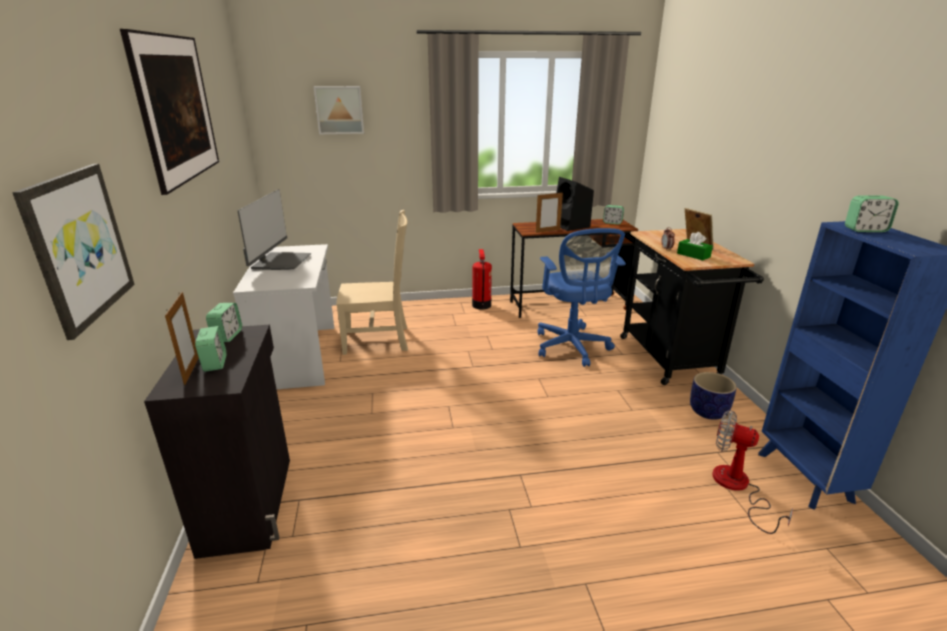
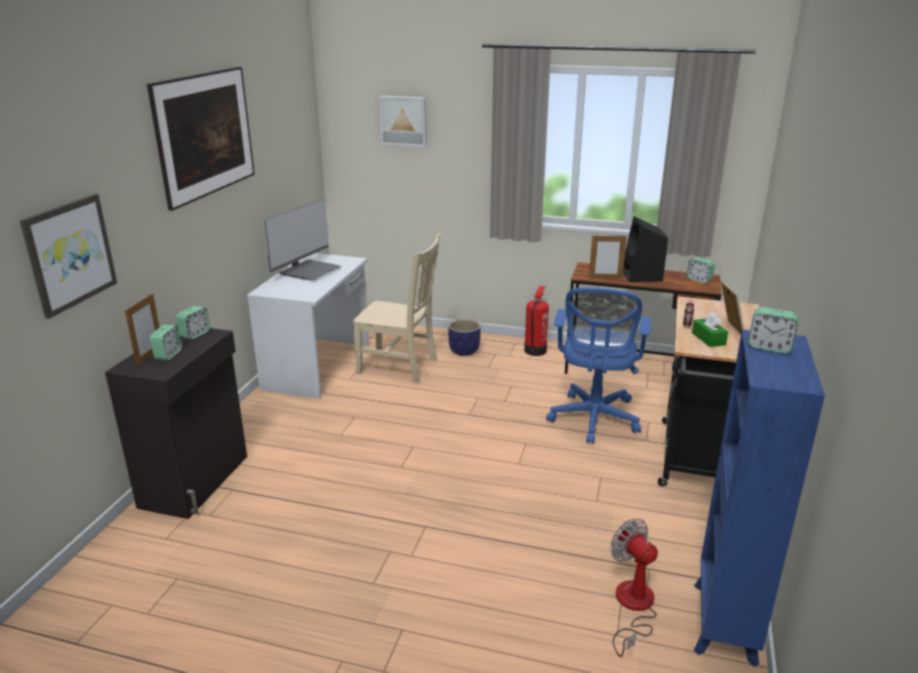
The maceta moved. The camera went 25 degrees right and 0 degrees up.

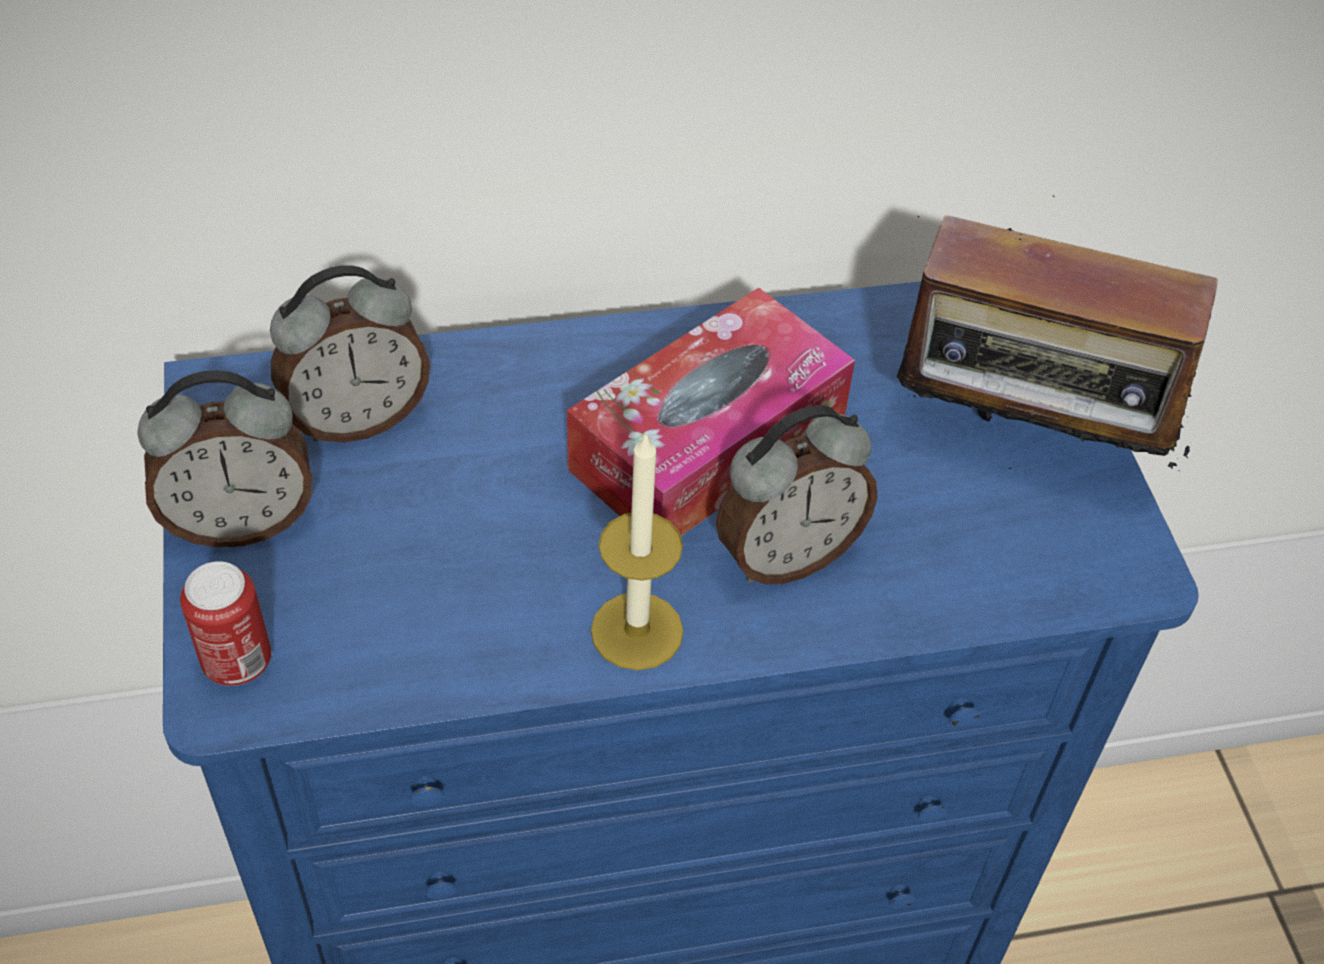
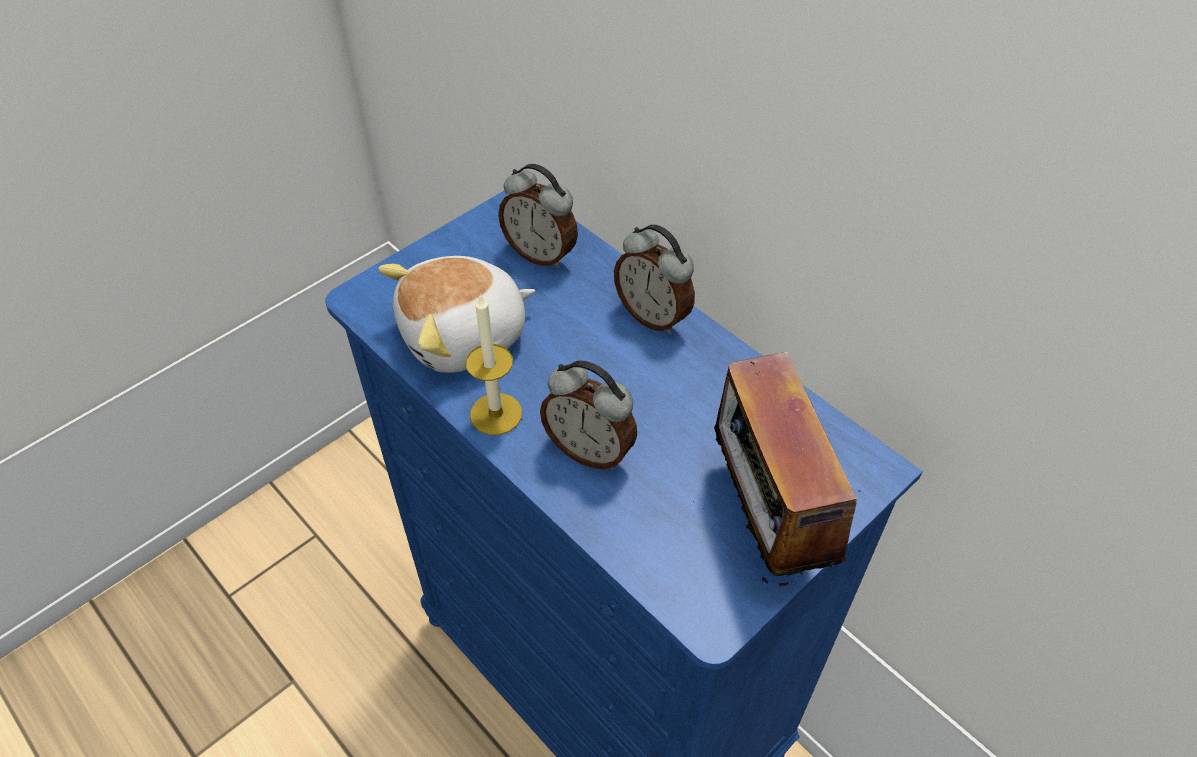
The peluche appeared. The despertador (no. 1 from left in the first image) moved. The lata disappeared. The caja de pañuelos disappeared. The camera went 60 degrees right and 0 degrees up.

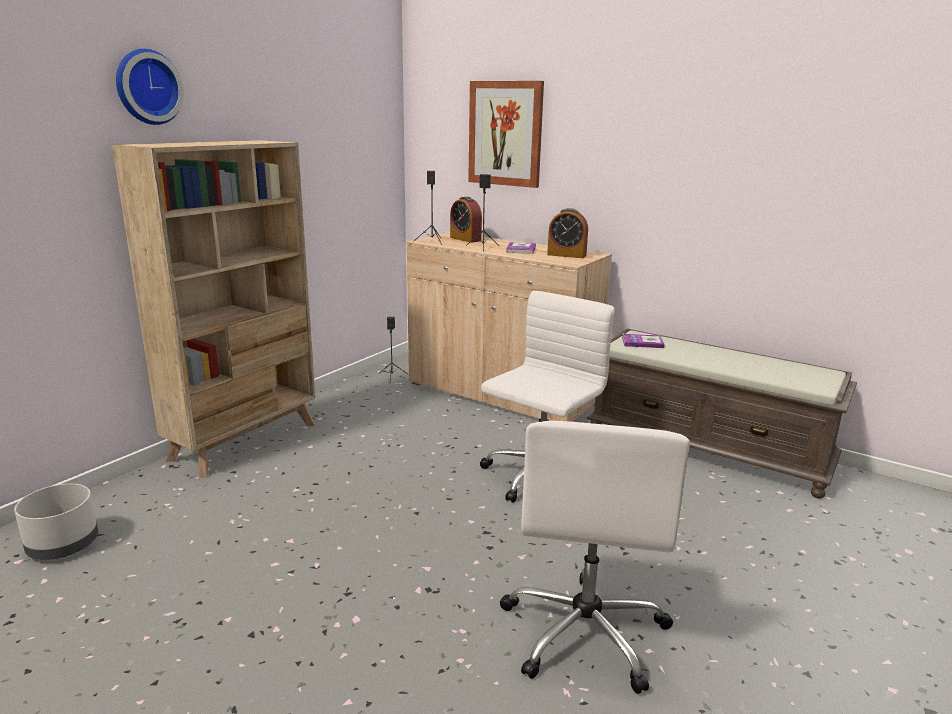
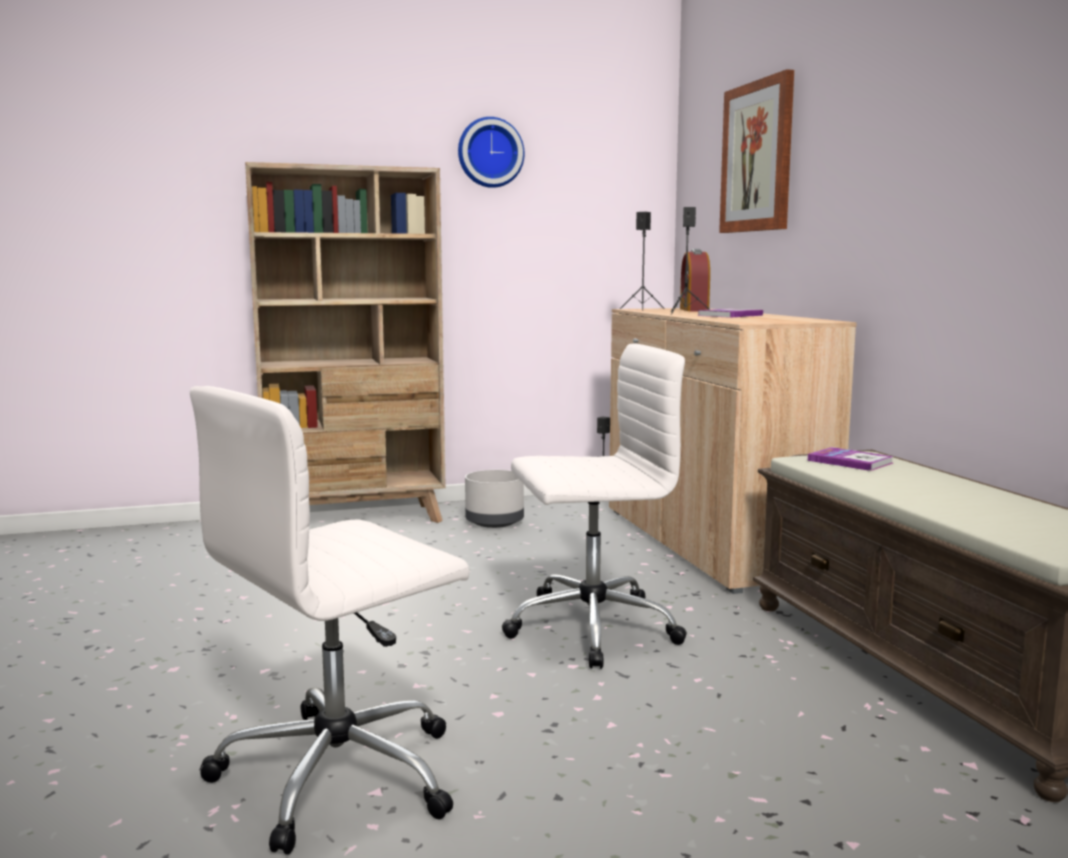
The reloj de pared moved. The maceta (gris) moved. The despertador (no. 2 from left) disappeared. The camera went 40 degrees right and 10 degrees down.

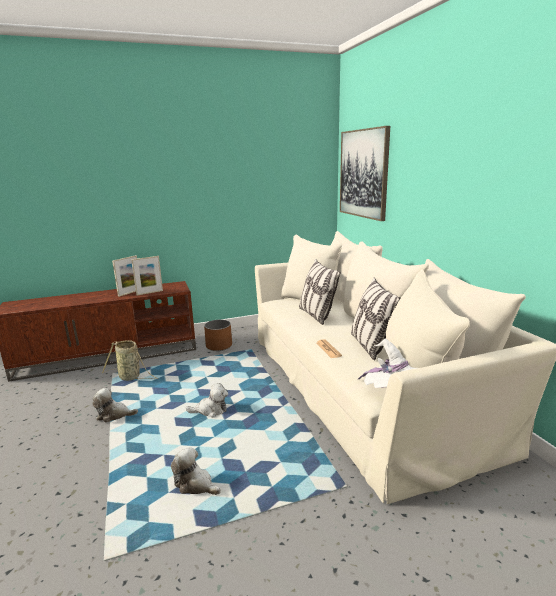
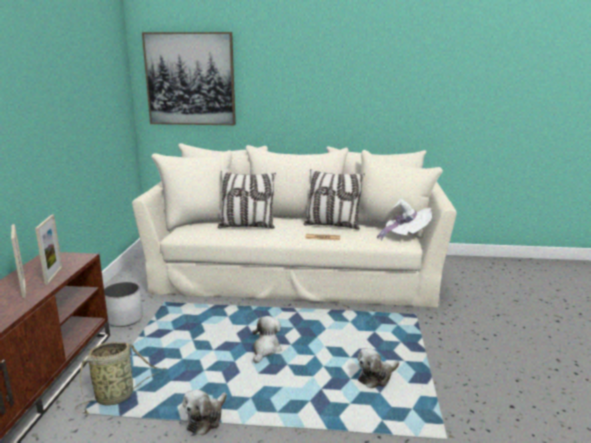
The maceta (marrón) became the maceta (blanco). The camera went 65 degrees left and 0 degrees up.

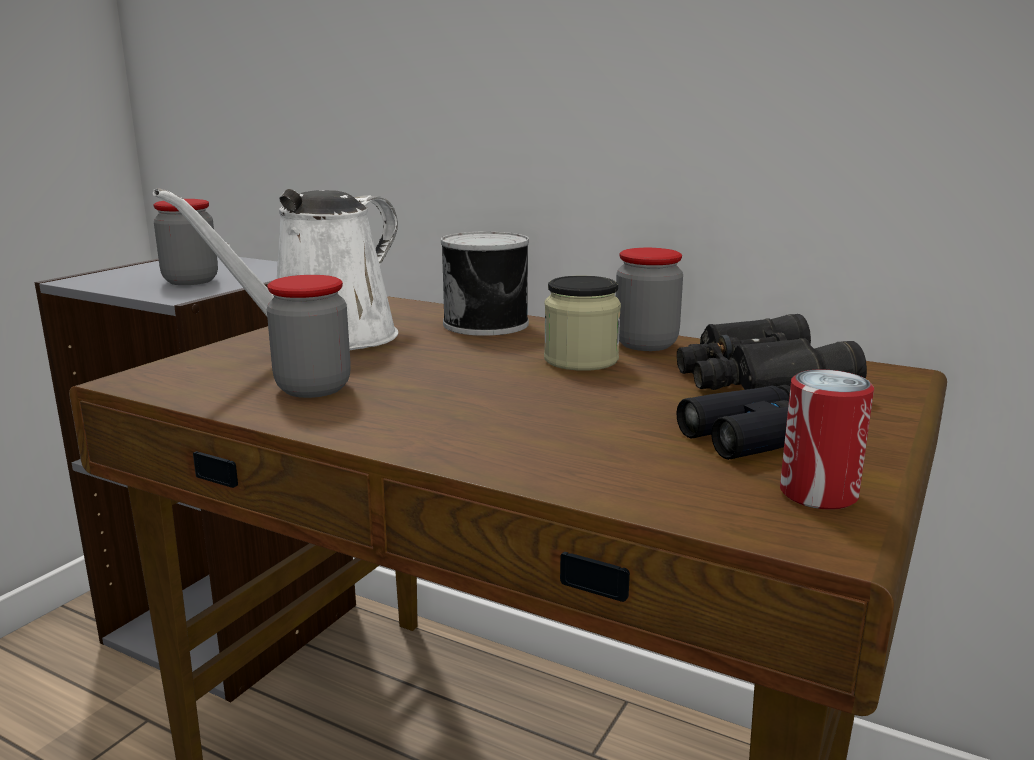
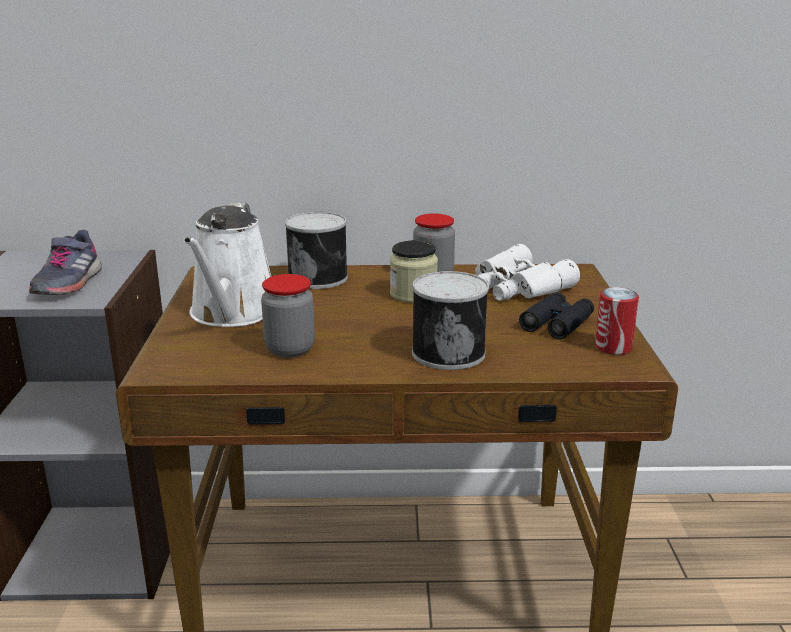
The tarro (no. 1 from left) was replaced by the zapato (gris). The lata (no. 2 from left) appeared. The prismáticos (negro) (no. 2 from left) became the prismáticos (blanco). The camera went 30 degrees left and 5 degrees up.

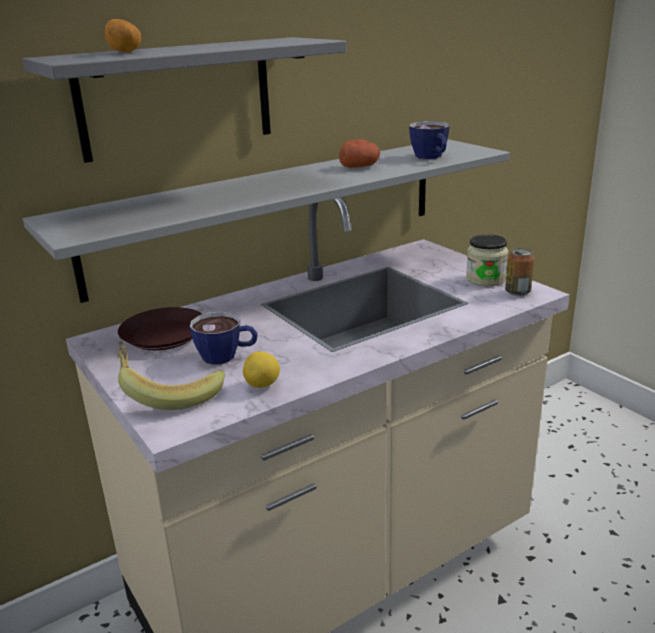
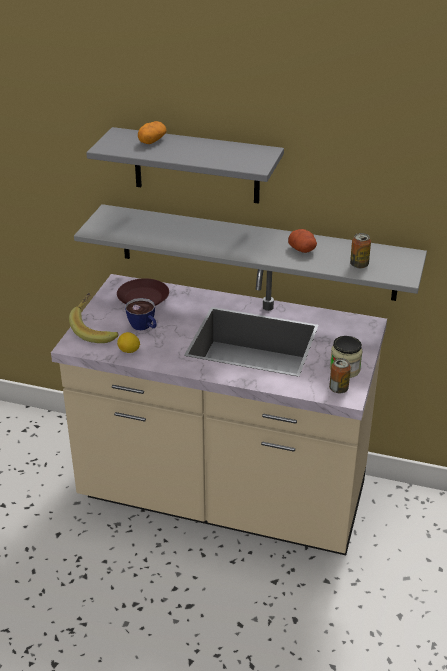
The taza (no. 2 from left) was replaced by the lata (no. 2 from left). The camera went 50 degrees right and 10 degrees up.

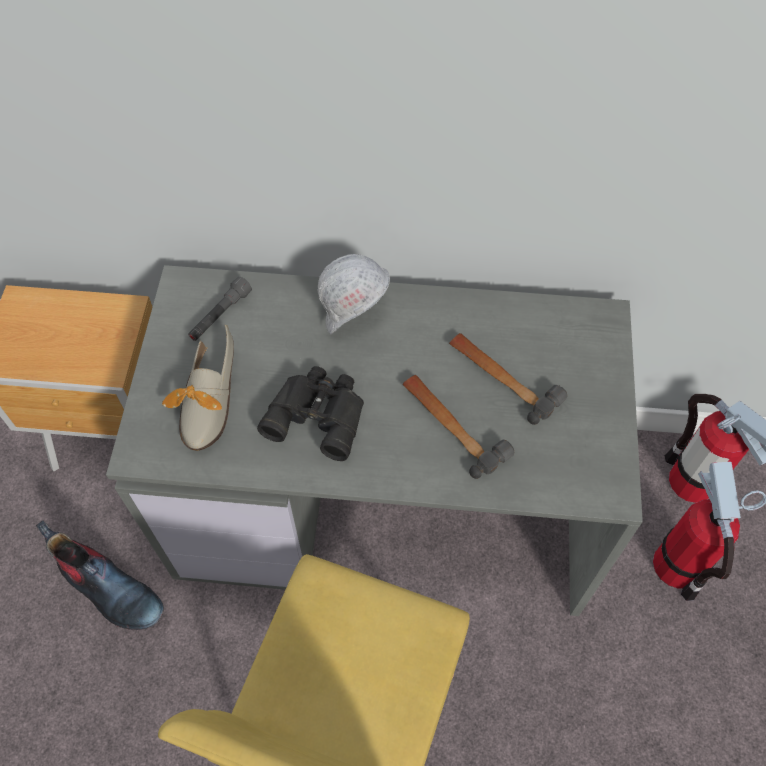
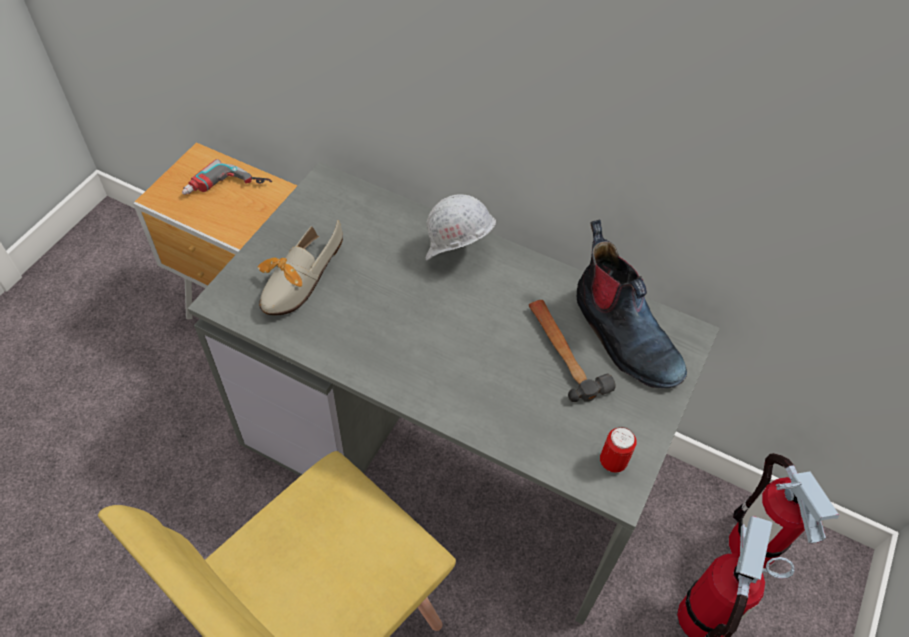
The taladro appeared. The bota moved. The lata appeared. The linterna (gris) disappeared. The prismáticos (negro) disappeared. The martillo (no. 1 from left) disappeared. The camera went 20 degrees right and 5 degrees down.

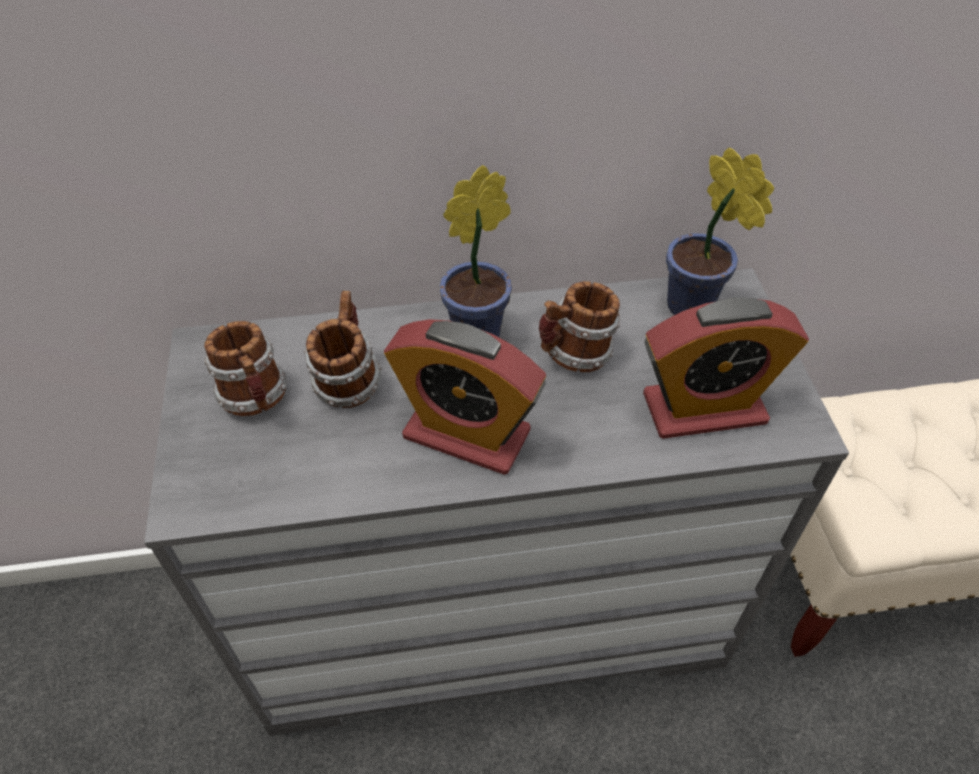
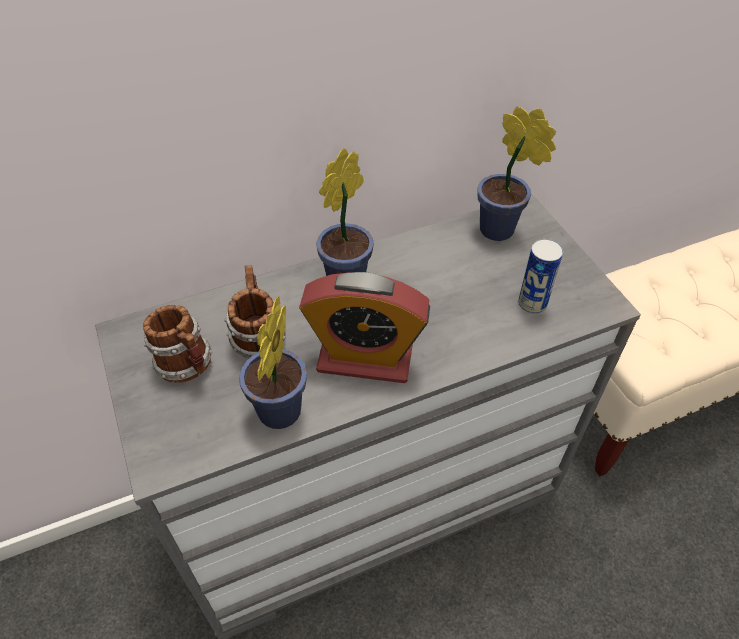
The planta en maceta (no. 1 from left) appeared. The despertador (no. 2 from left) was replaced by the lata. The taza grande (no. 3 from left) disappeared. The camera went 15 degrees left and 0 degrees up.

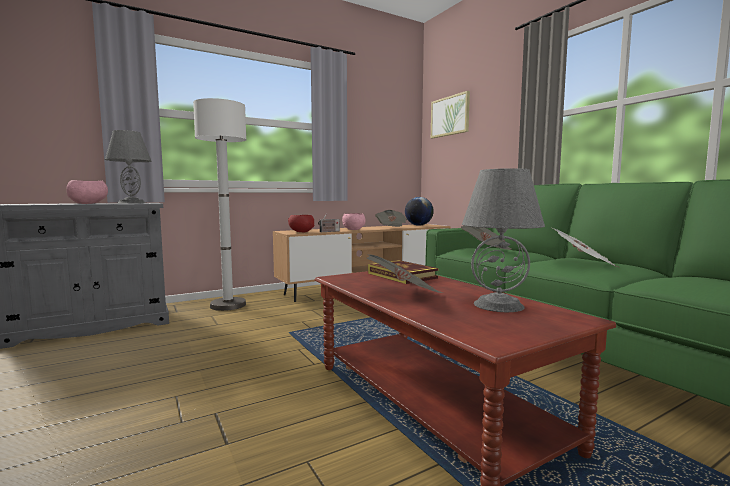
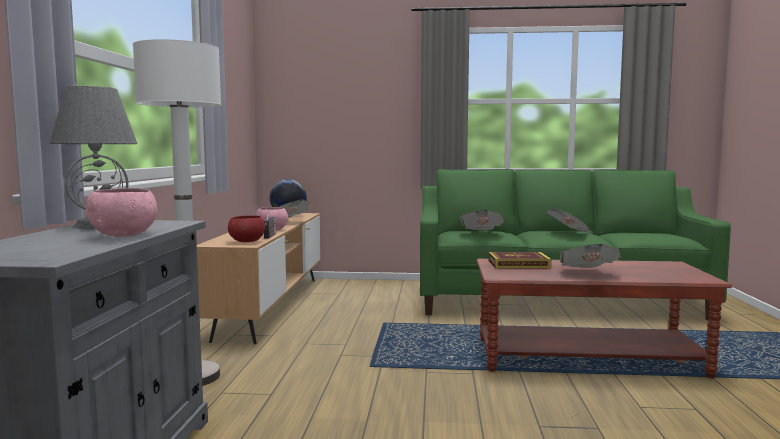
The cuadro disappeared. The lámpara de mesa (gris) (no. 2 from left) disappeared. The camera went 55 degrees left and 0 degrees up.

